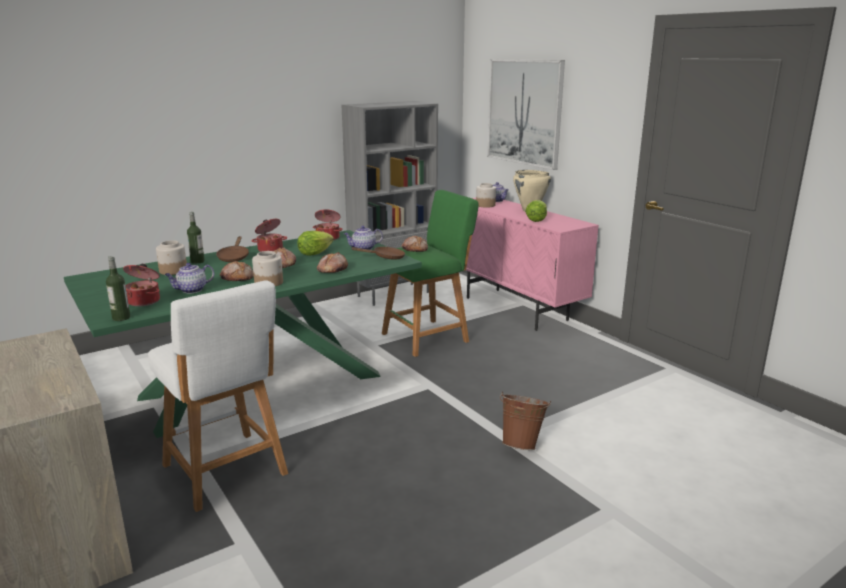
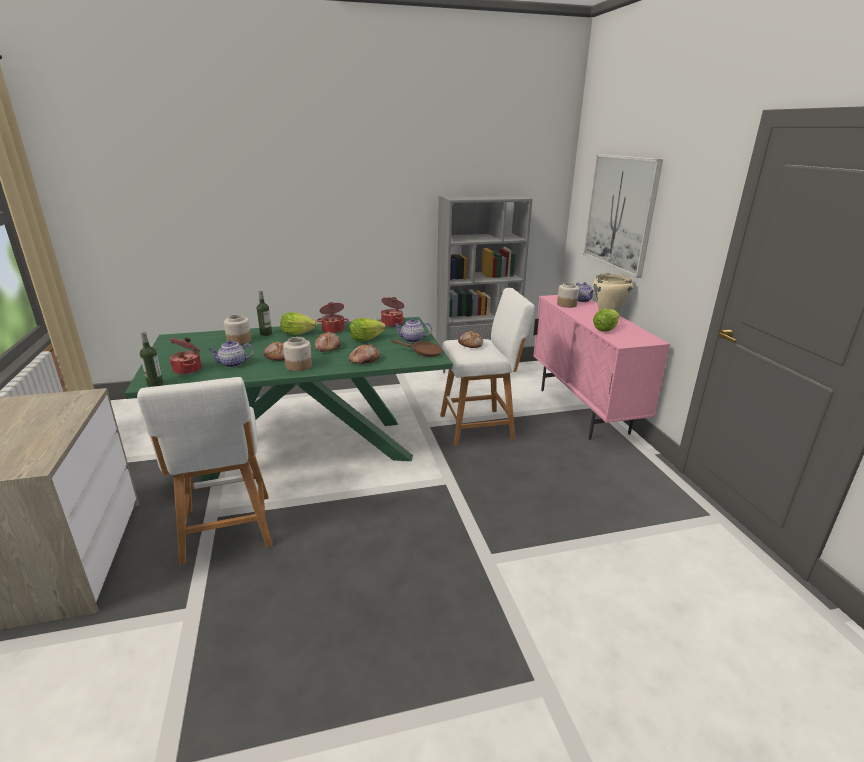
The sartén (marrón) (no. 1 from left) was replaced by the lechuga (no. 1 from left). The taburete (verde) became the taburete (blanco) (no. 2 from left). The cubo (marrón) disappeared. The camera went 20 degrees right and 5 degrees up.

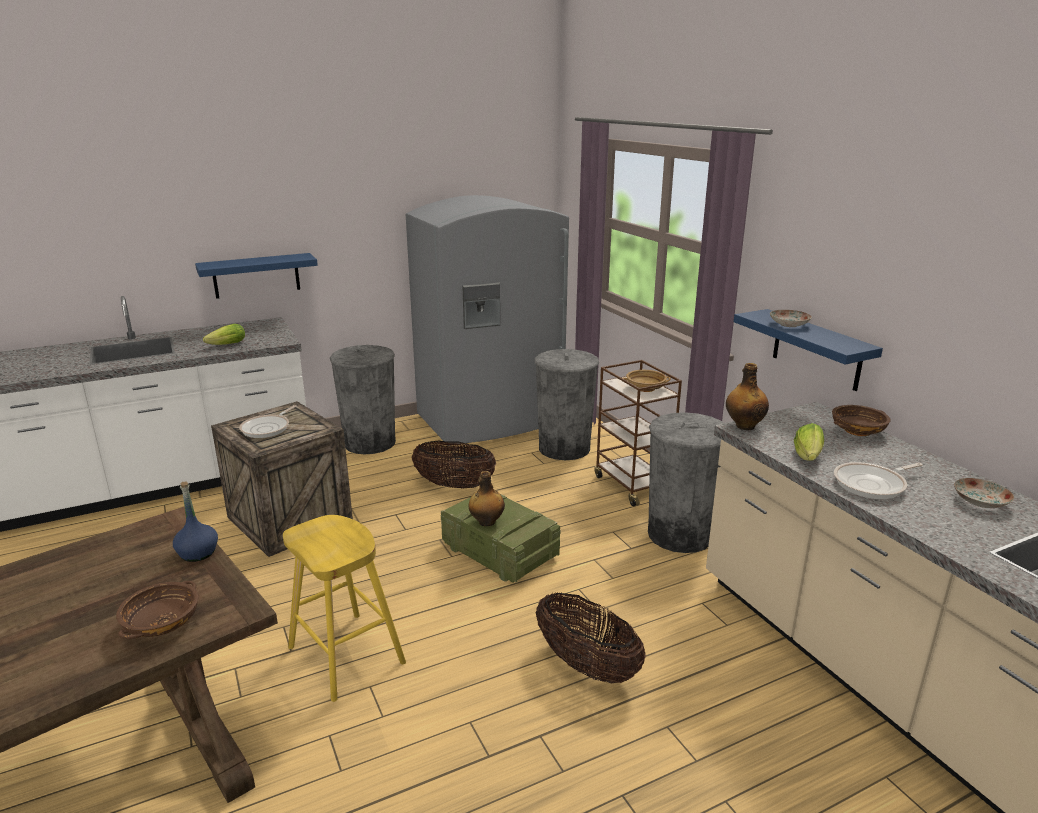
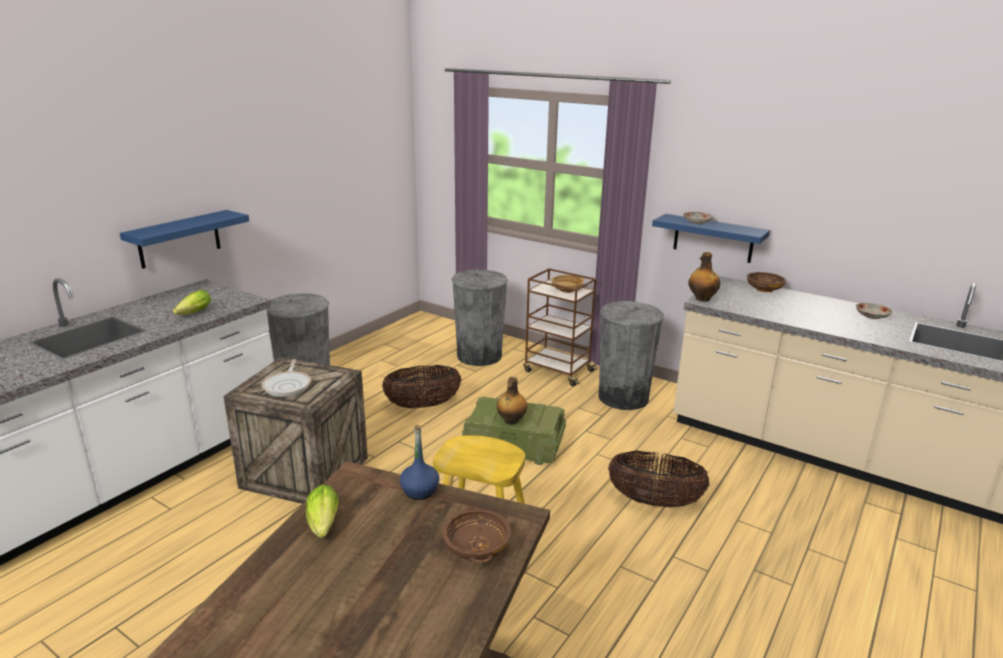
The lechuga (no. 2 from left) moved. The nevera (gris) disappeared. The sartén (no. 2 from left) disappeared. The camera went 30 degrees left and 0 degrees up.

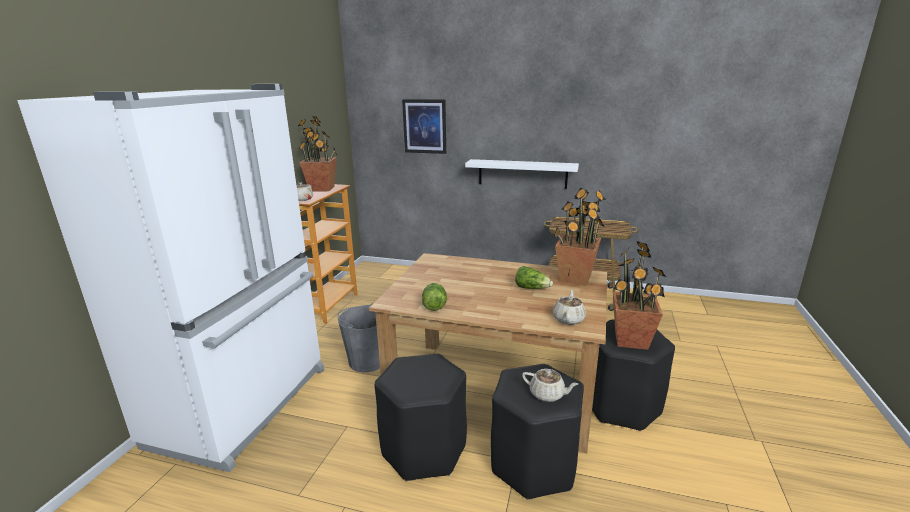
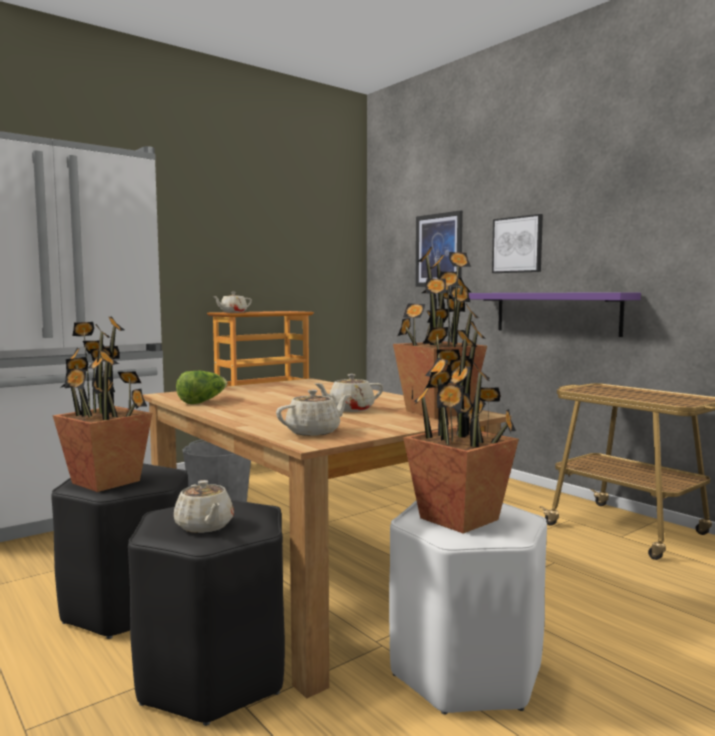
The planta en maceta (no. 1 from left) moved. The lechuga (no. 2 from left) was replaced by the tetera (beis) (no. 4 from left). The taburete (negro) (no. 3 from left) became the taburete (blanco). The estante (blanco) became the estante (morado). The cuadro (no. 2 from left) appeared. The camera went 35 degrees right and 15 degrees down.

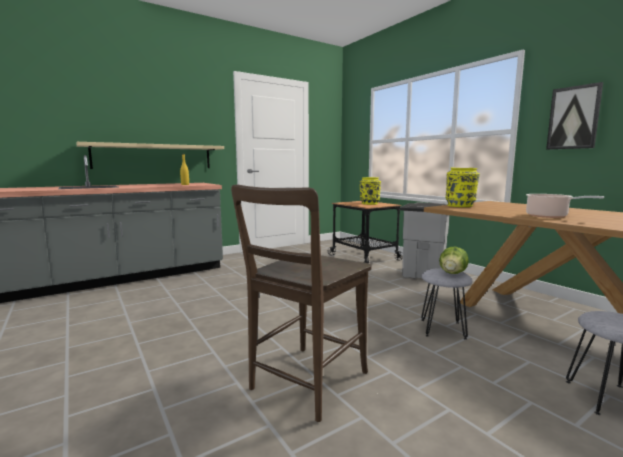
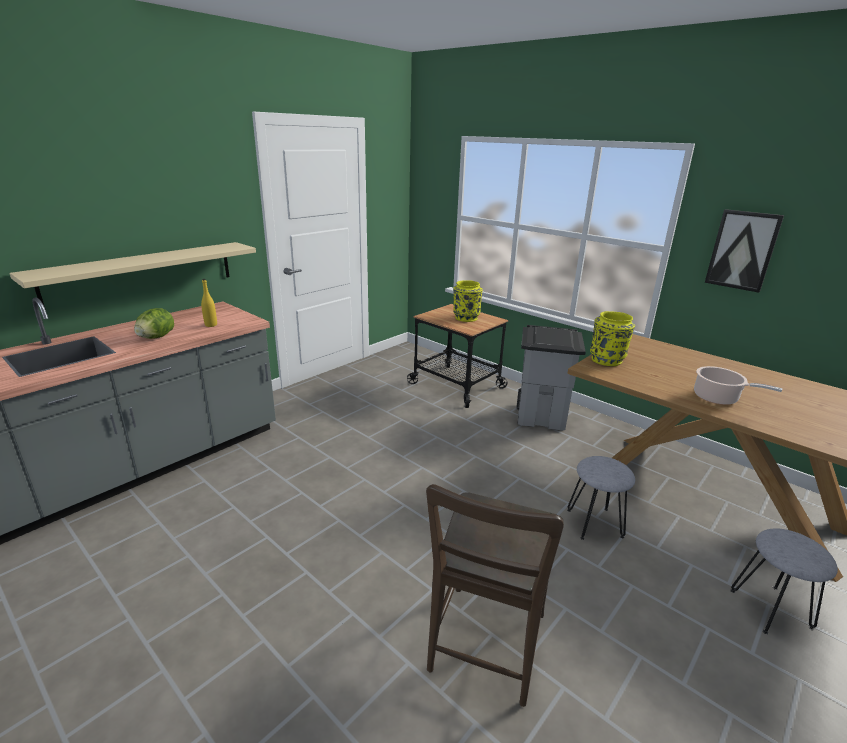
The lechuga moved. The camera went 15 degrees left and 15 degrees up.

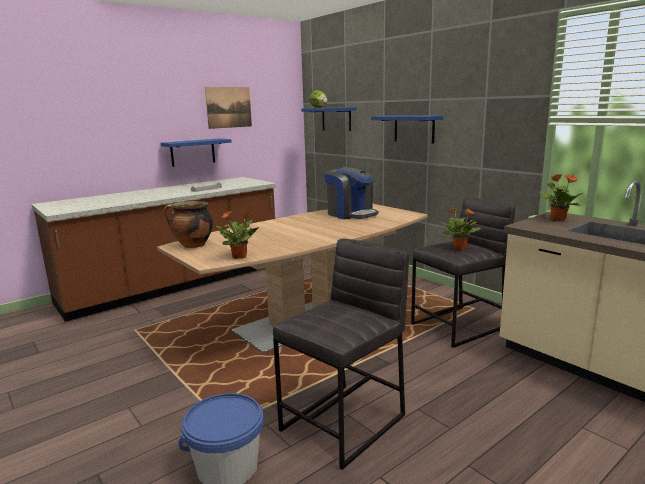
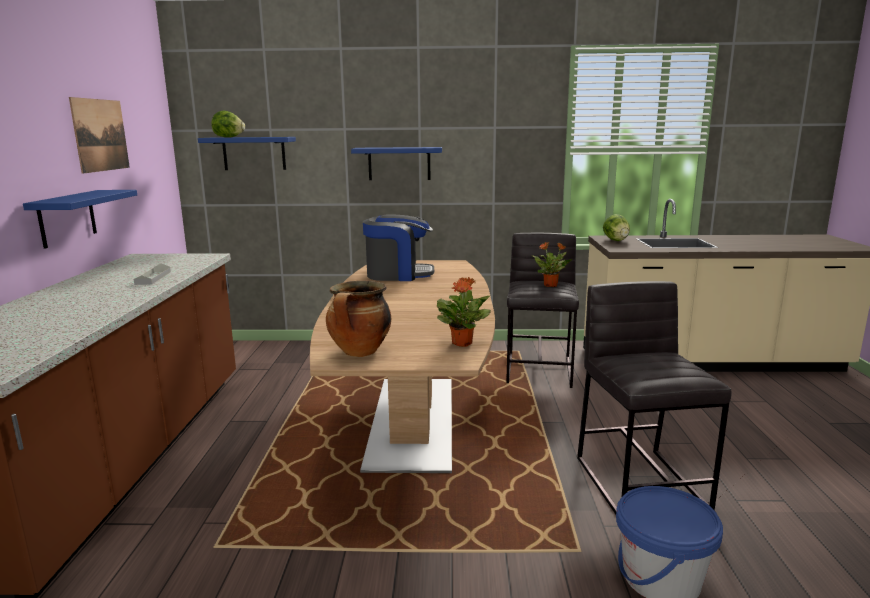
The planta en maceta (no. 3 from left) was replaced by the lechuga (no. 2 from left). The camera went 50 degrees left and 0 degrees up.

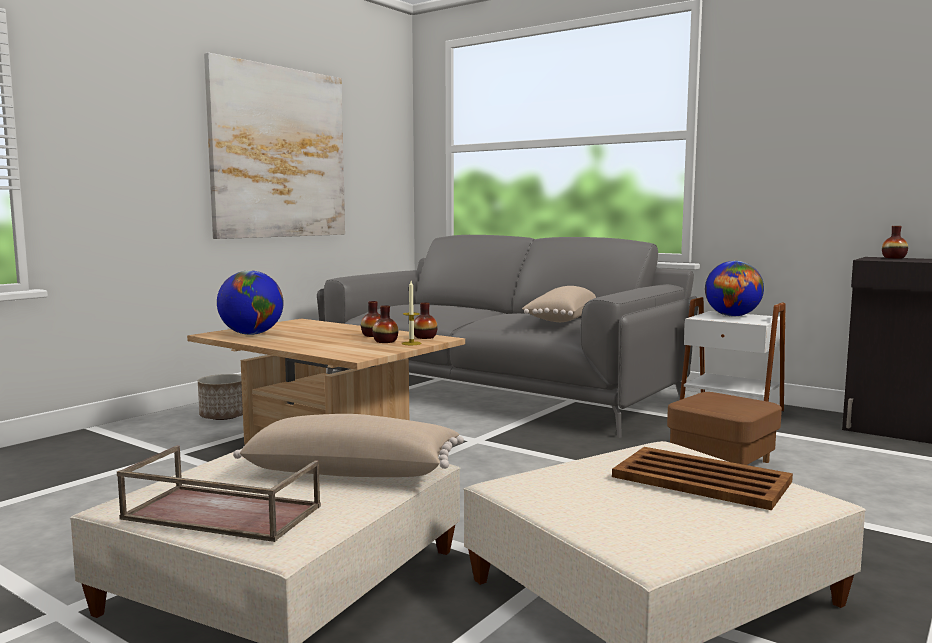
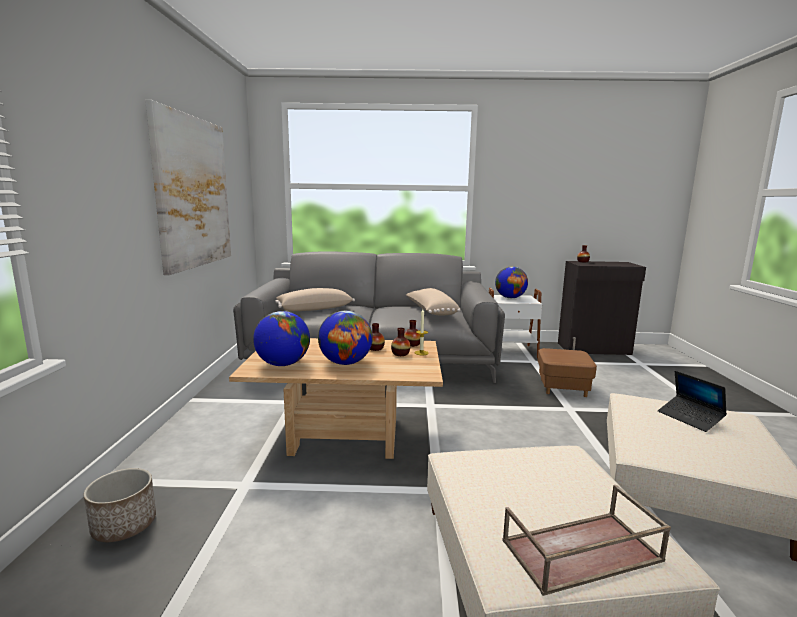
The maceta moved. The cojín (beis) (no. 1 from left) moved. The globo terráqueo (no. 2 from left) appeared. The bandeja (marrón) (no. 2 from left) was replaced by the portátil. The camera went 35 degrees left and 5 degrees up.

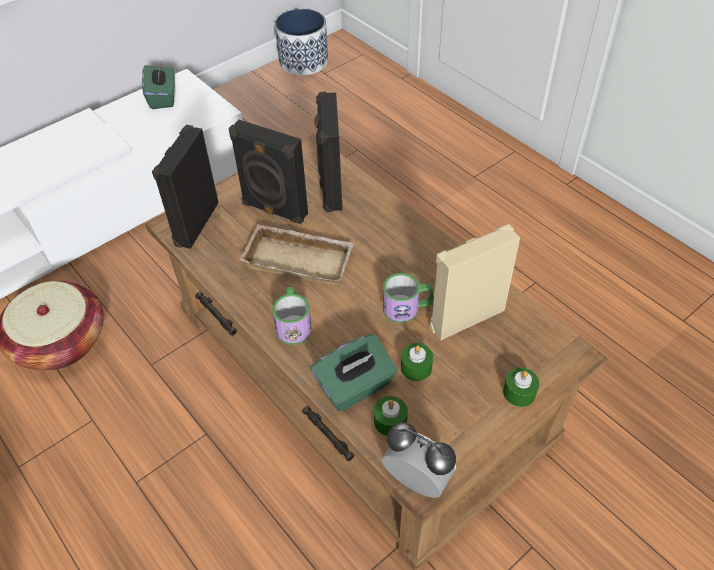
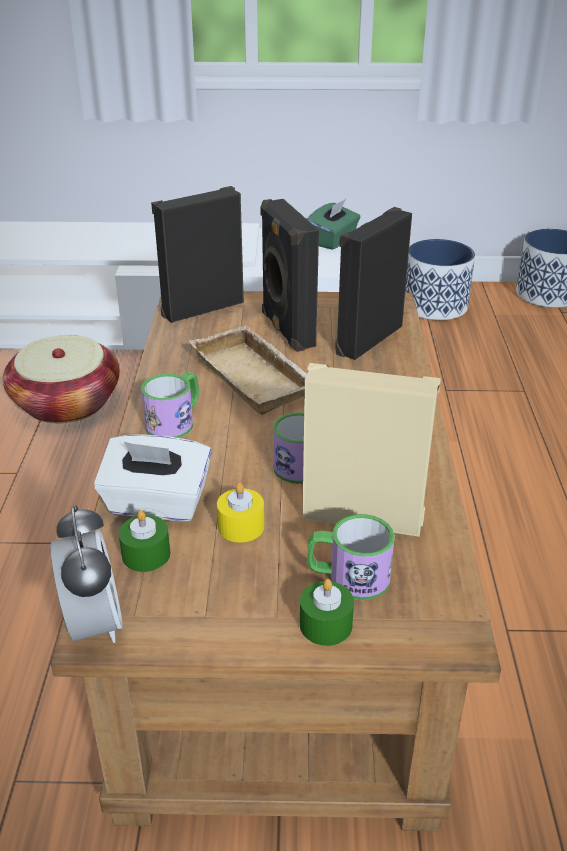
The caja de pañuelos (verde) (no. 2 from left) became the caja de pañuelos (blanco). The vela (verde) (no. 2 from left) became the vela (amarillo). The taza grande (no. 3 from left) appeared. The maceta (no. 1 from left) appeared. The camera went 40 degrees right and 15 degrees down.

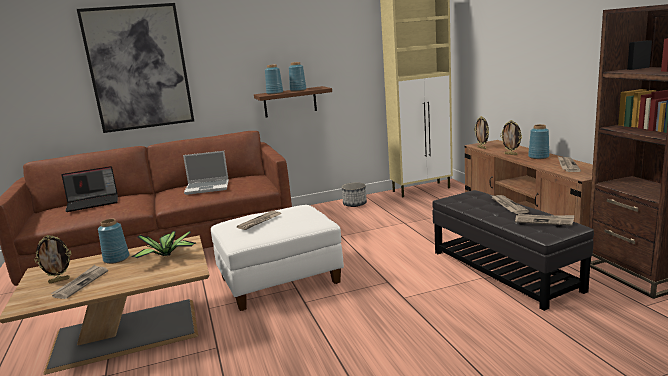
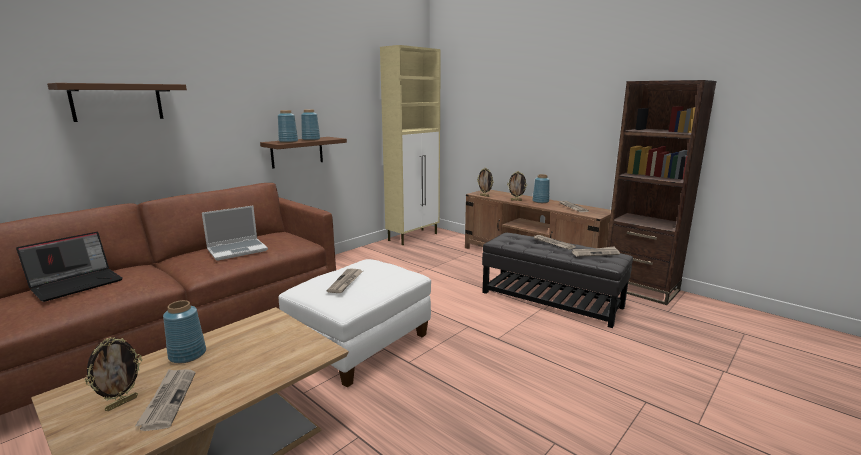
The cuadro was replaced by the estante (marrón) (no. 1 from left). The planta en maceta disappeared. The maceta disappeared. The camera went 30 degrees left and 0 degrees up.

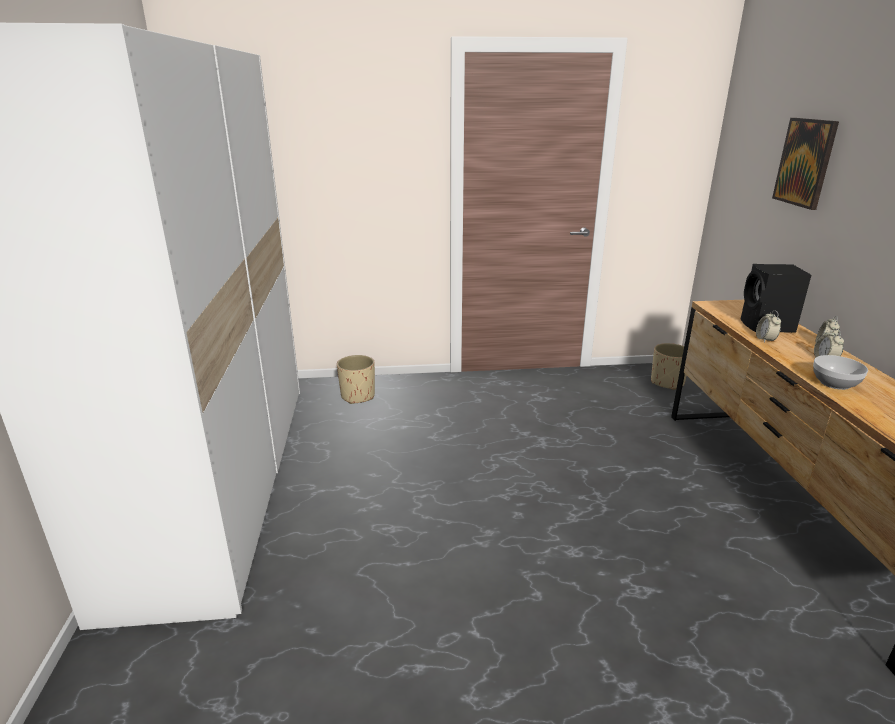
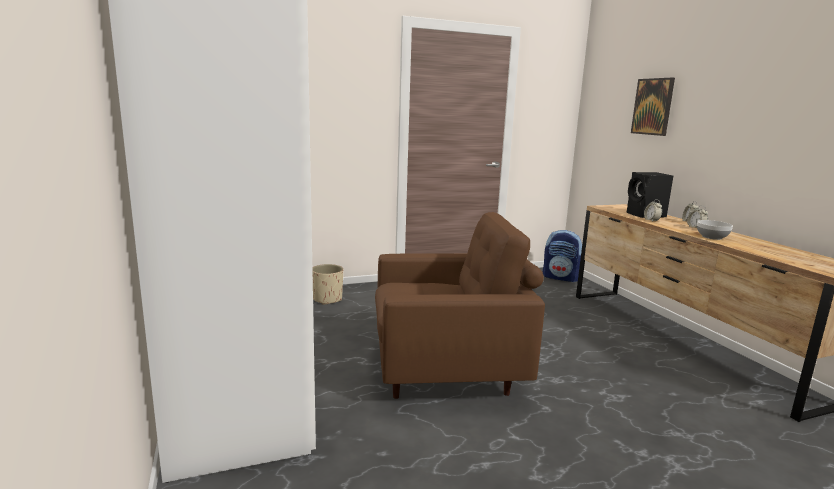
The sillón (marrón) appeared. The maceta (beis) (no. 2 from left) was replaced by the mochila. The camera went 15 degrees left and 10 degrees down.

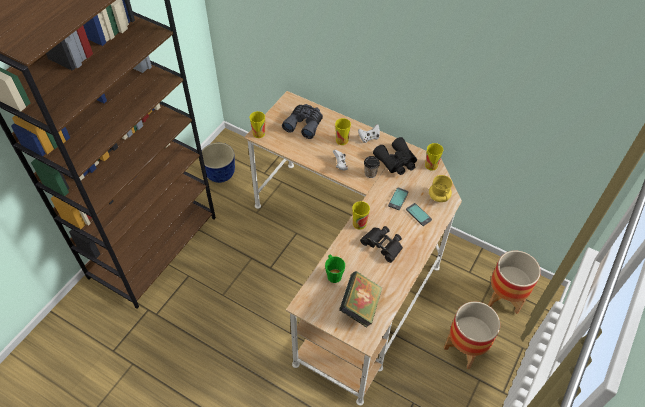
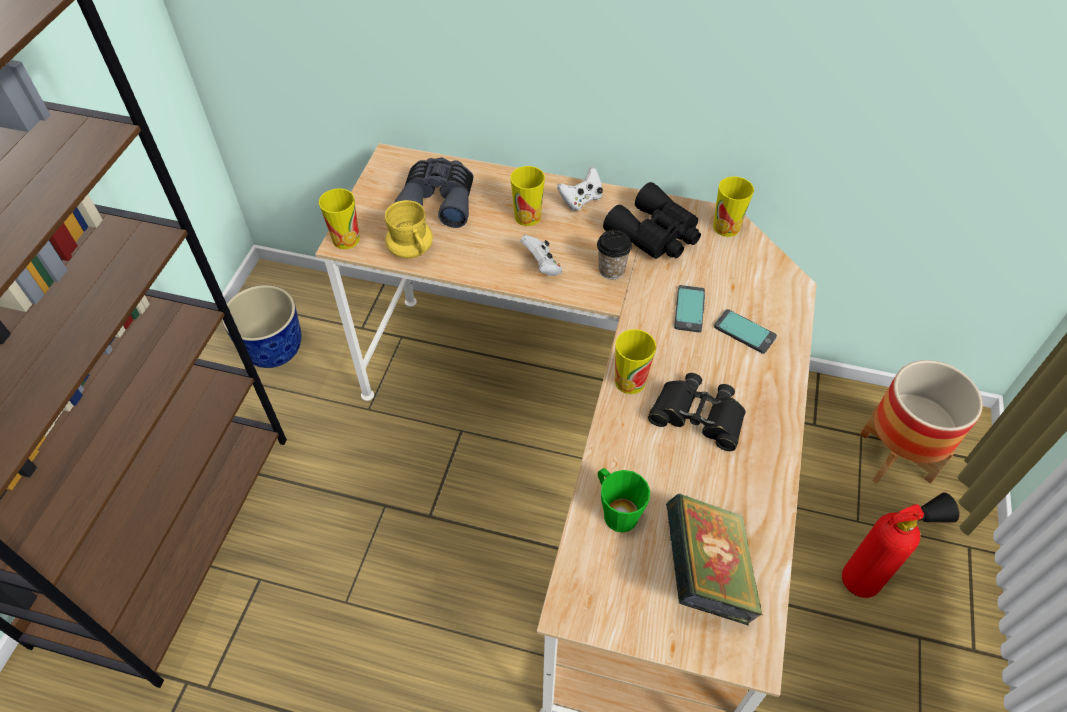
The taza grande (amarillo) moved. The maceta (no. 2 from left) was replaced by the extintor. The camera went 15 degrees left and 0 degrees up.

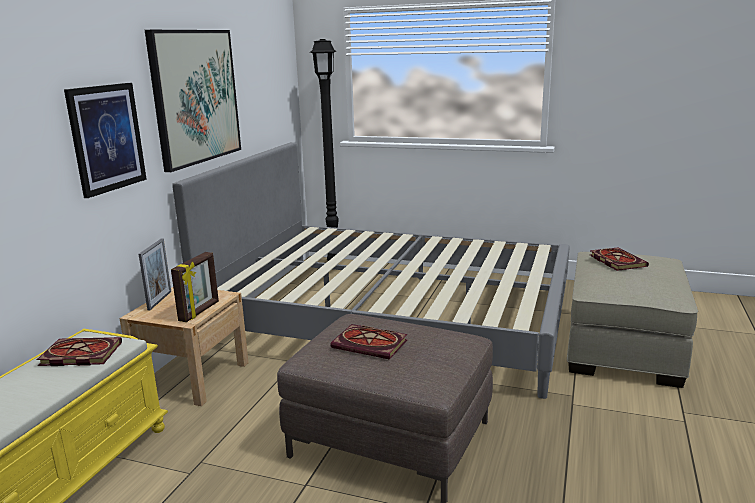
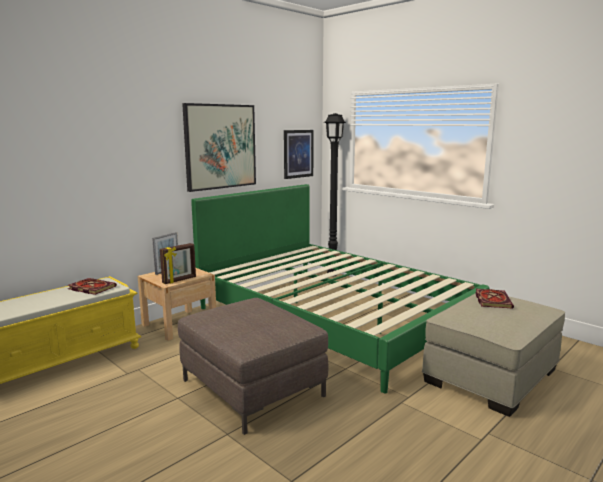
The cama (gris) became the cama (verde). The cuadro (no. 1 from left in the first image) moved. The libro (no. 2 from left) disappeared. The camera went 25 degrees right and 5 degrees down.

